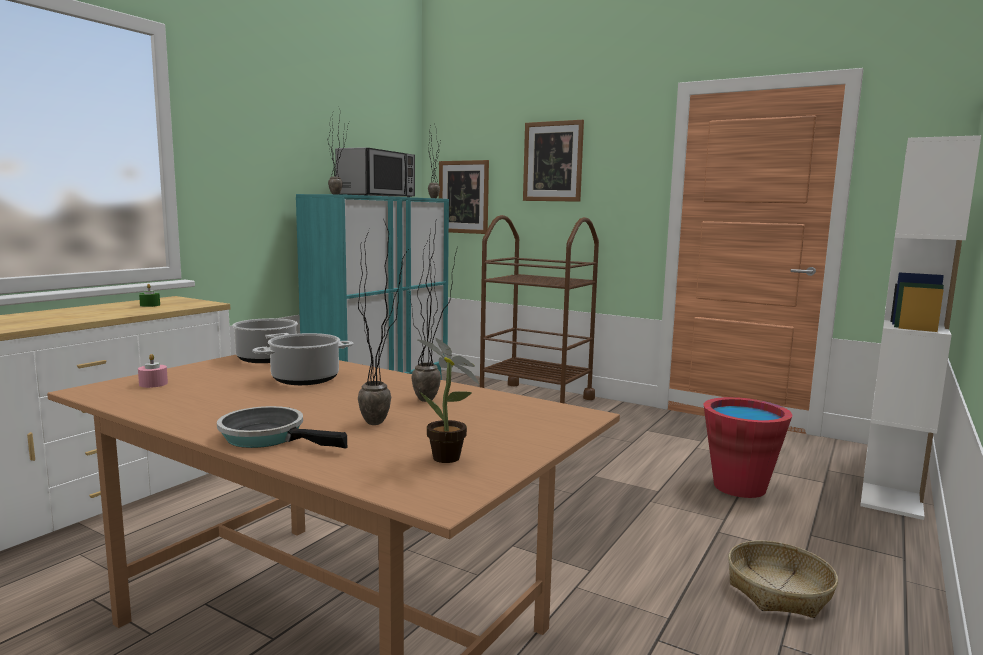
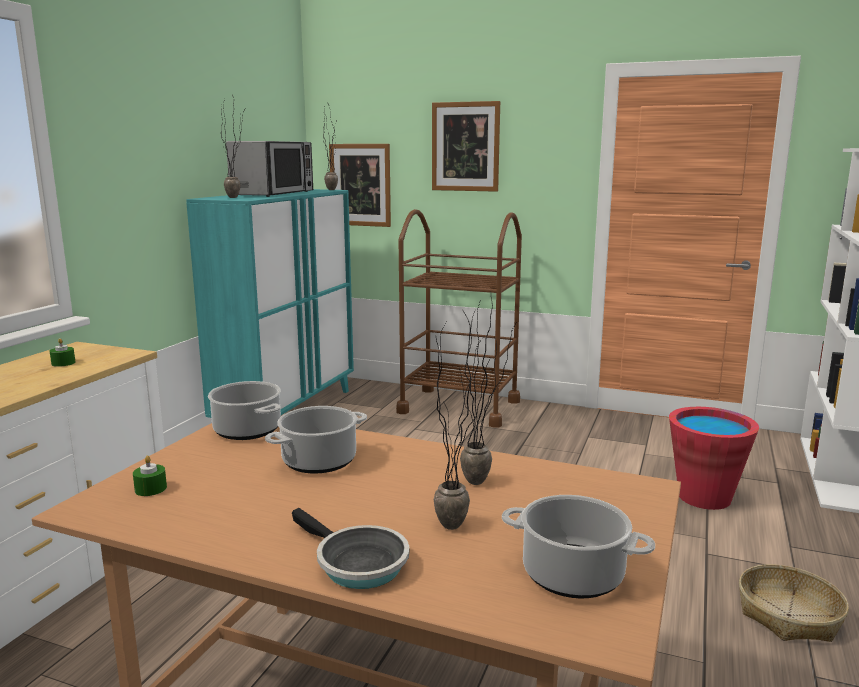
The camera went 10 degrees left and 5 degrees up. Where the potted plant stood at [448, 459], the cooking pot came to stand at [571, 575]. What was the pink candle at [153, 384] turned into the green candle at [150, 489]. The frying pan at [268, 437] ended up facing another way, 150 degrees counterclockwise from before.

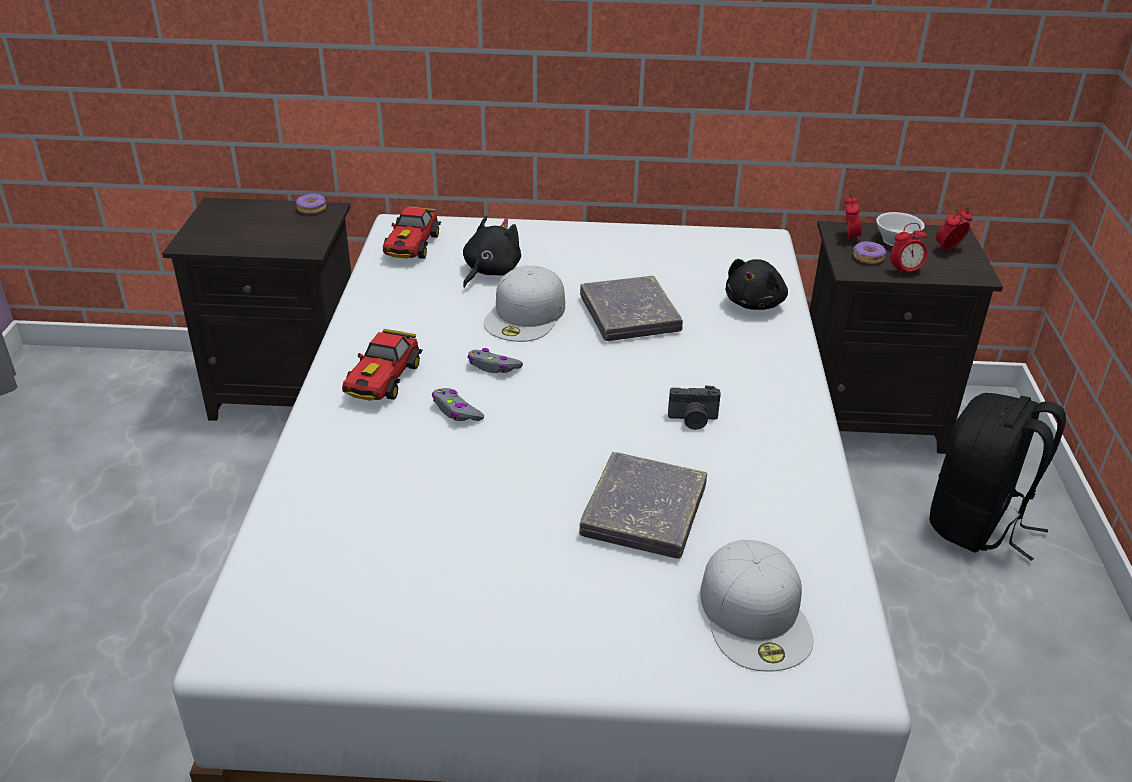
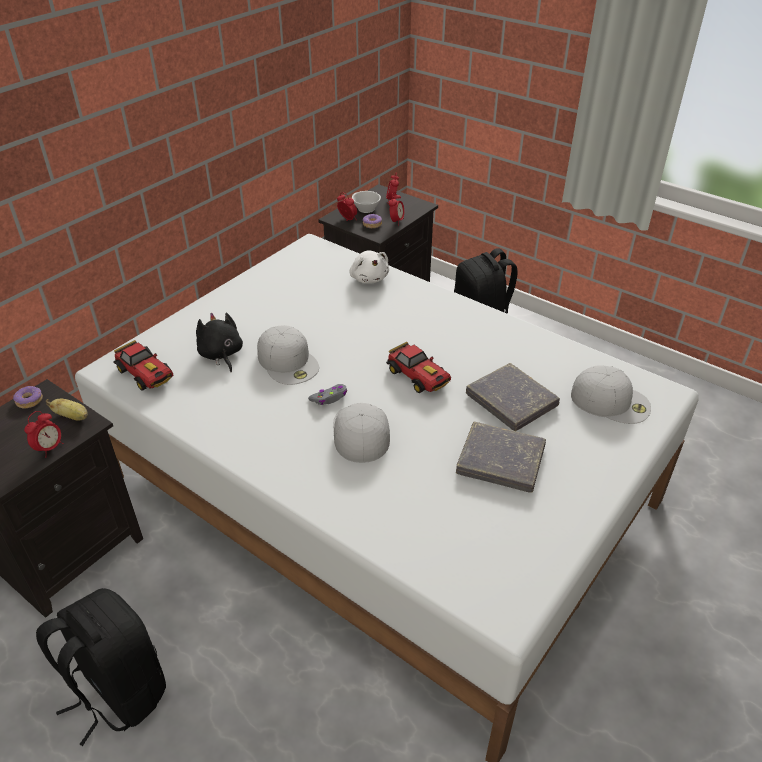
The camera went 55 degrees left and 5 degrees up. What was the black plush toy at [755, 303] turned into the white plush toy at [369, 278]. The grey book ended up elsewhere, having gone from [629, 315] to [500, 461]. The toy car ended up elsewhere, having gone from [383, 381] to [418, 377]. The second view lost the photo camera at [693, 420]. Where the grey game controller stood at [456, 411], the white cap came to stand at [360, 432]. The second view gained the banana at [73, 417]. The second view gained the alarm clock at [50, 448]. The second view gained the black backpack at [118, 691].

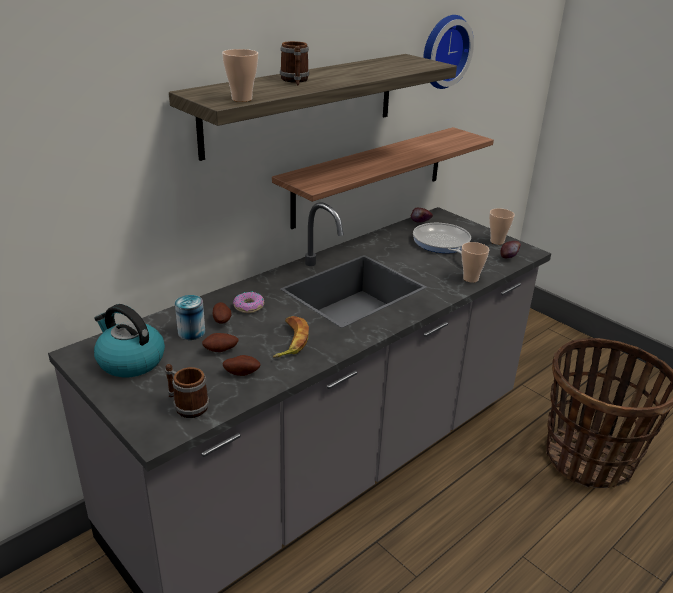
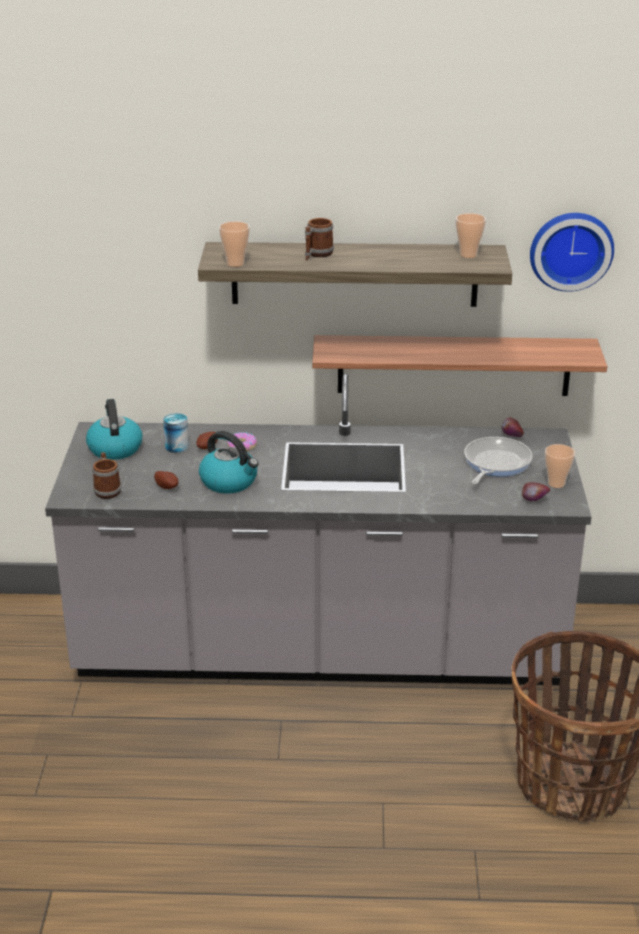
The camera went 45 degrees right and 0 degrees up. The cup ended up elsewhere, having gone from [470, 278] to [468, 254]. Where the banana stood at [290, 341], the kettle came to stand at [230, 482]. The second view lost the potato at [221, 351].

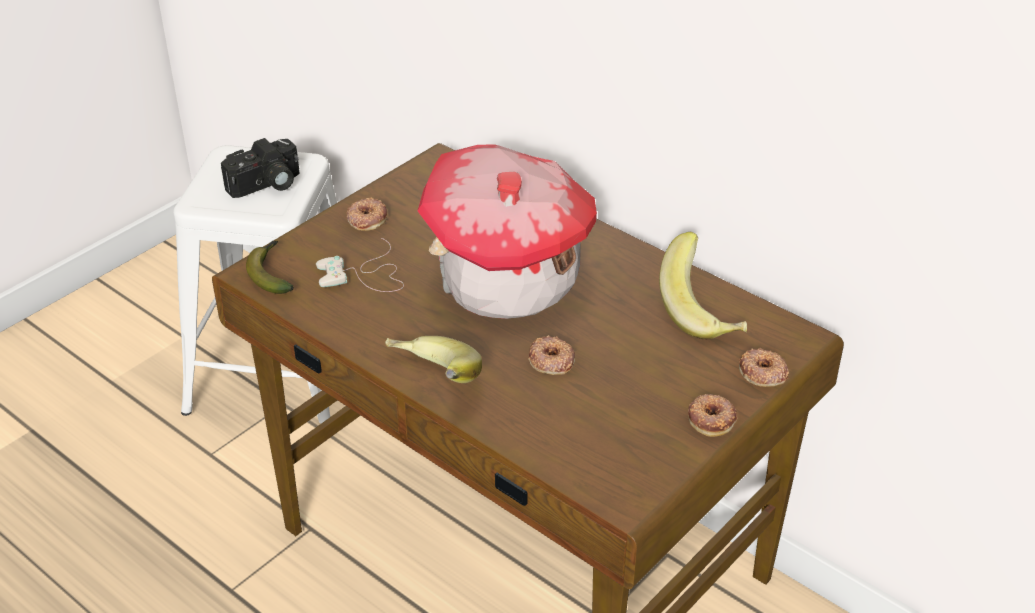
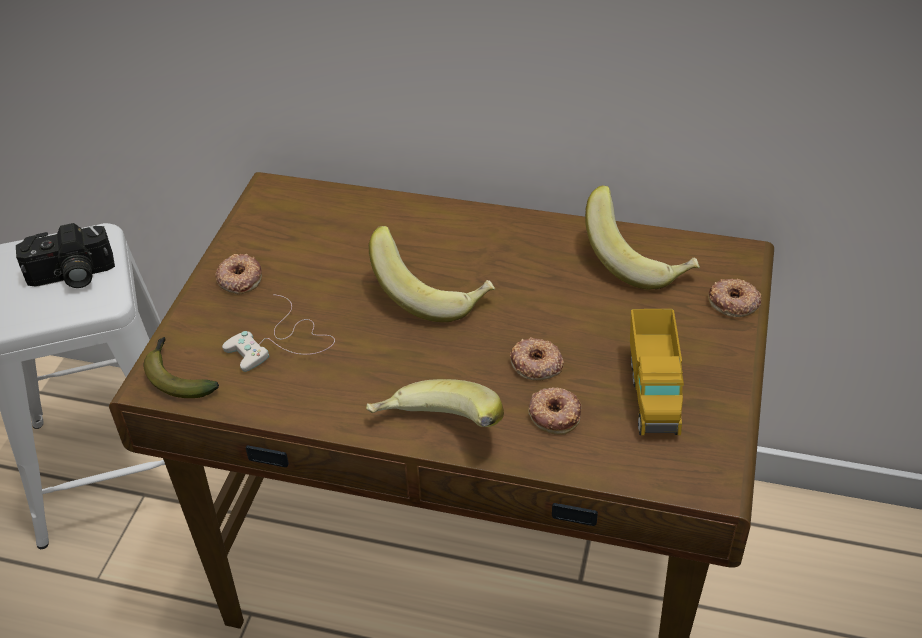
The camera went 25 degrees left and 5 degrees up. The photo camera at [266, 186] ended up facing another way, 45 degrees clockwise from before. Where the toy house stood at [508, 280], the banana came to stand at [432, 294]. The donut ended up elsewhere, having gone from [711, 419] to [555, 414]. The second view gained the toy truck at [653, 392].

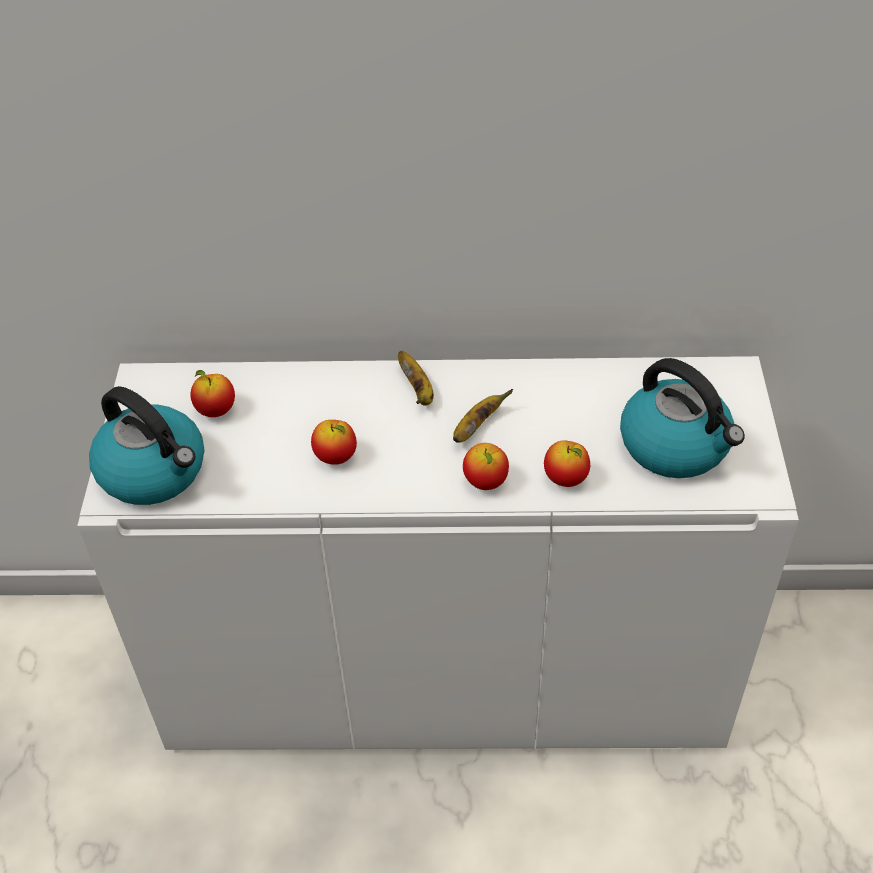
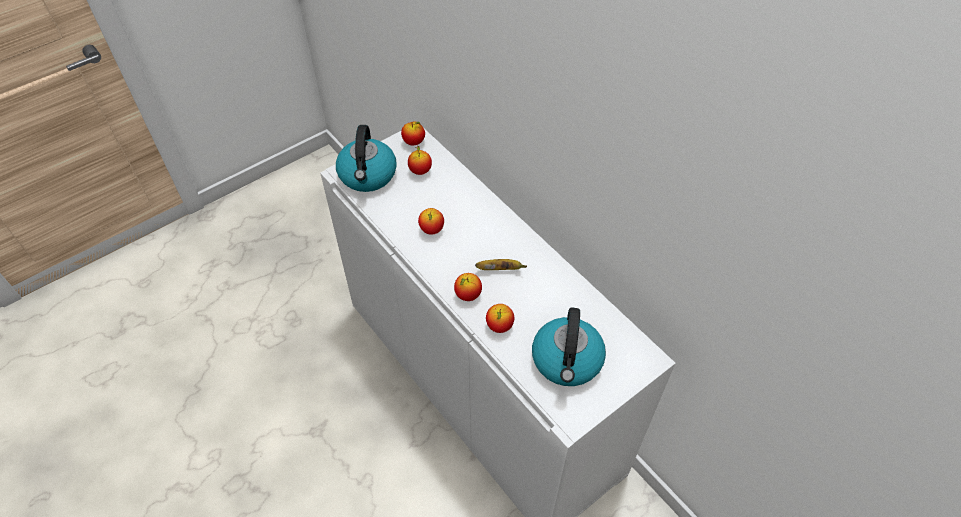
The camera went 50 degrees right and 5 degrees up. The second view lost the banana at [418, 390]. The second view gained the apple at [414, 142].

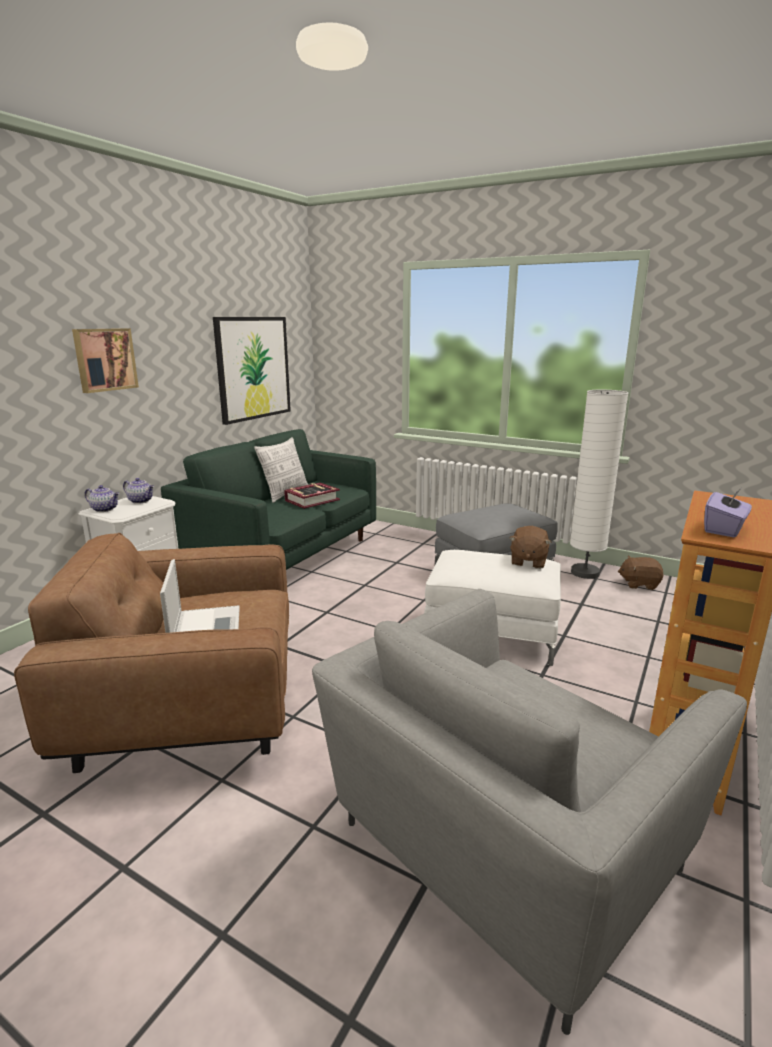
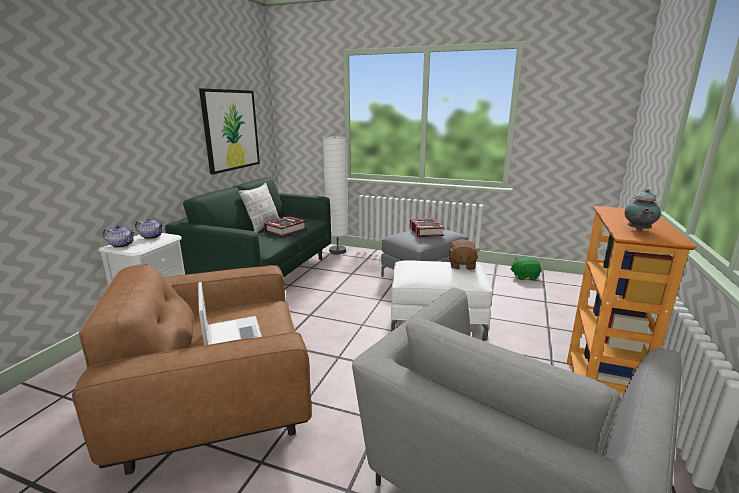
The camera went 10 degrees left and 0 degrees up. The second view lost the picture at [104, 359]. The white floor lamp ended up elsewhere, having gone from [585, 573] to [337, 251]. Where the purple tissue box stood at [724, 529], the teapot came to stand at [637, 231]. What was the brown plush toy at [639, 584] turned into the green plush toy at [524, 276]. The second view gained the book at [425, 231].

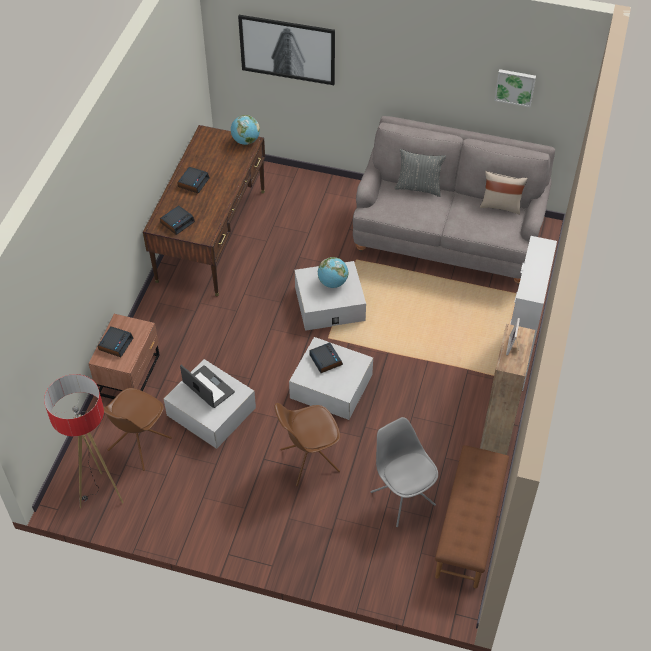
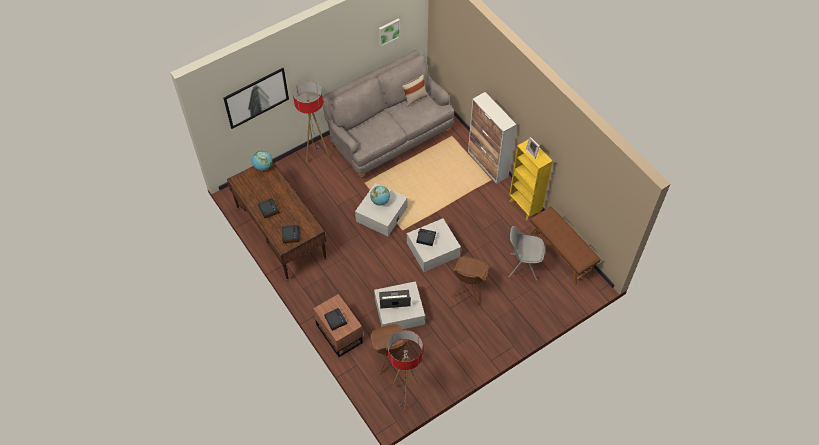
The camera went 50 degrees left and 5 degrees up. The second view lost the grey pillow at [418, 187]. What was the brown bookcase at [495, 439] turned into the yellow bookcase at [524, 207]. The second view gained the floor lamp at [316, 155].

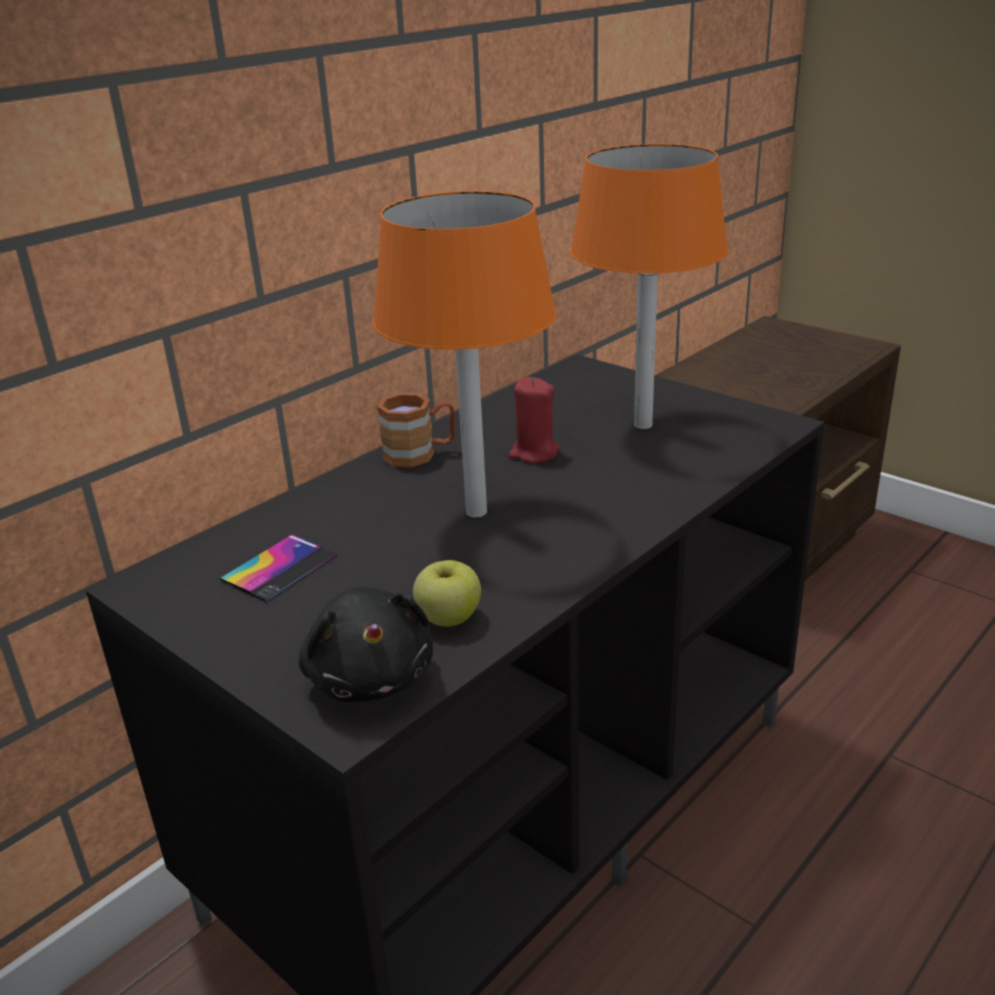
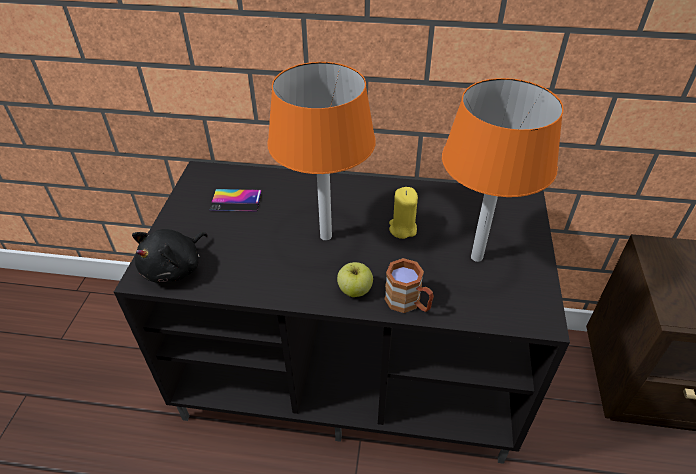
The camera went 55 degrees right and 15 degrees up. What was the red candle at [534, 453] turned into the yellow candle at [402, 228]. The brown mug ended up elsewhere, having gone from [420, 454] to [408, 303]. The apple ended up elsewhere, having gone from [448, 618] to [355, 290].

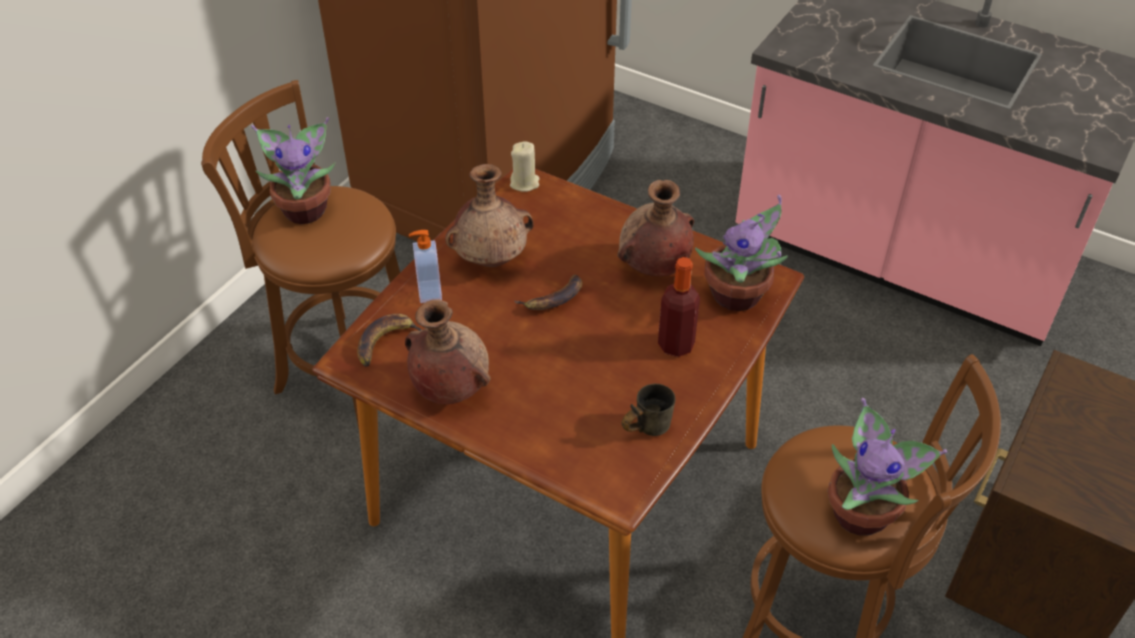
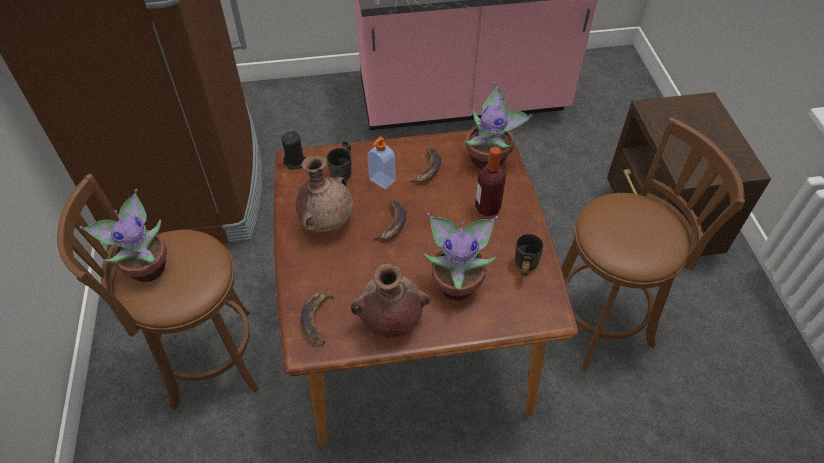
The camera went 40 degrees left and 5 degrees up. What was the beige candle at [524, 183] turned into the black candle at [295, 162]. Where the brown vase stood at [653, 267], the banana came to stand at [427, 169]. The soap dispenser ended up elsewhere, having gone from [428, 291] to [381, 181]. The potted plant ended up elsewhere, having gone from [863, 513] to [457, 283]. The second view gained the grey mug at [345, 172].

